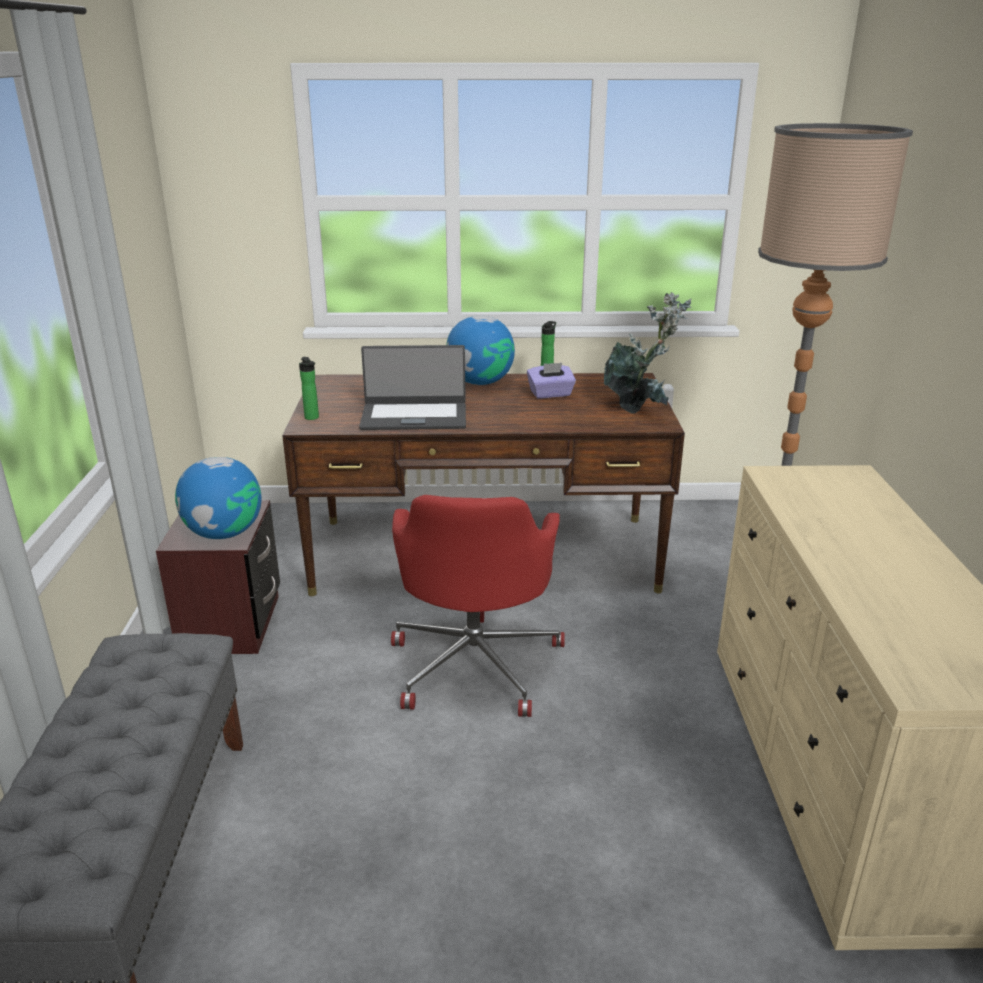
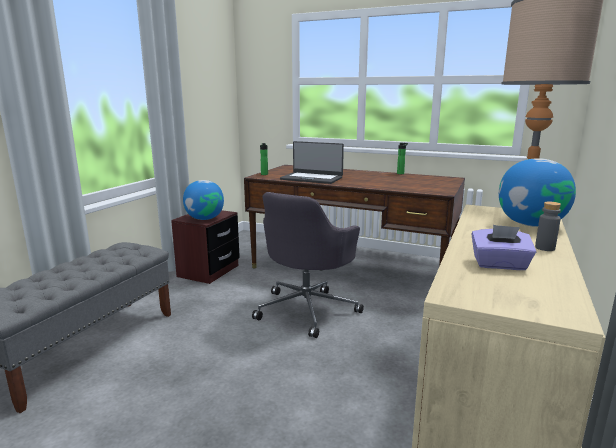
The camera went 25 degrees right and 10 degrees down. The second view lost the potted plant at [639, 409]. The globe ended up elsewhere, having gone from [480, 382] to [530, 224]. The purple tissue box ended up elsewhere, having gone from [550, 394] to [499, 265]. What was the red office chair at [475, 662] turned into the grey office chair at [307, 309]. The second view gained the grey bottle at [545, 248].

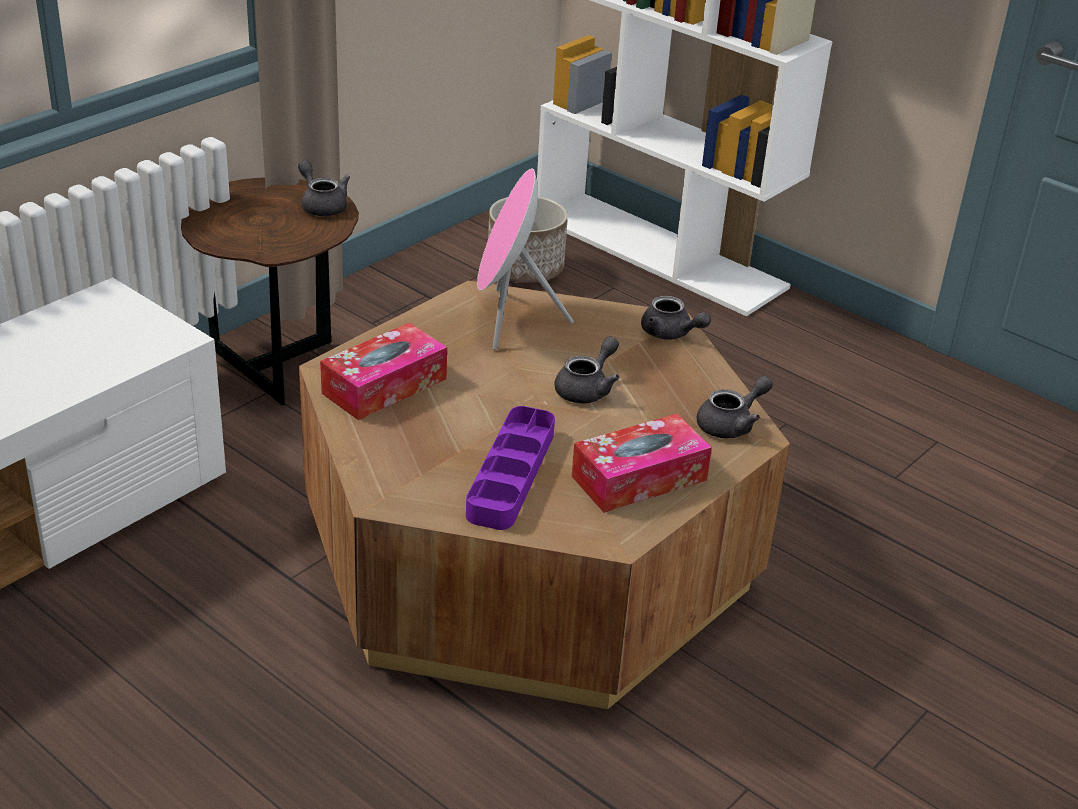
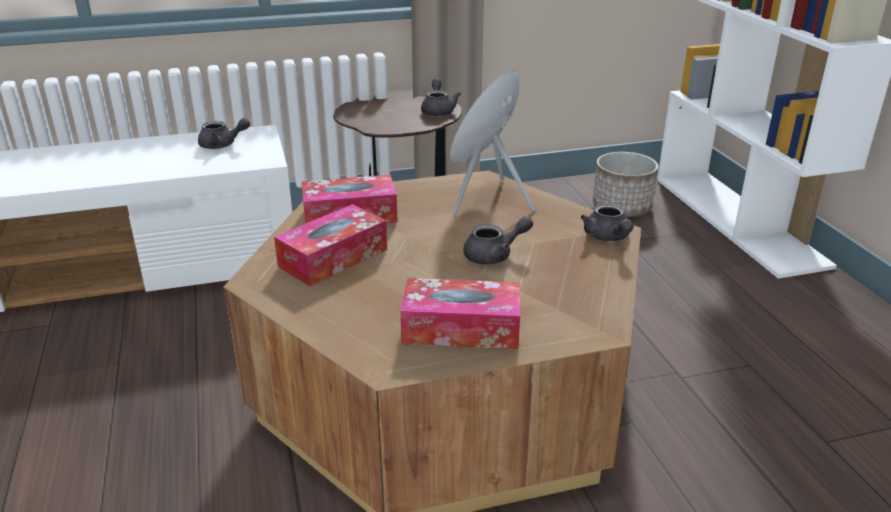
The camera went 35 degrees right and 5 degrees down. The grey teapot ended up elsewhere, having gone from [731, 424] to [222, 145]. The second view lost the purple tray at [511, 474]. The second view gained the tissue box at [333, 258].

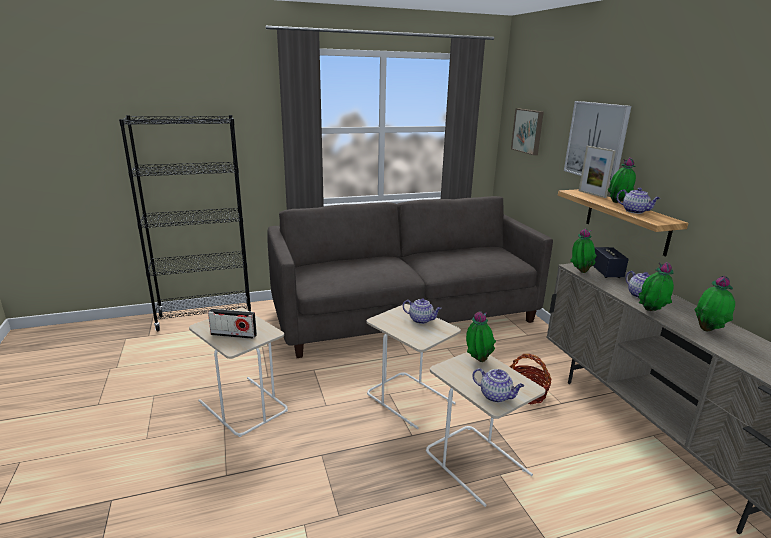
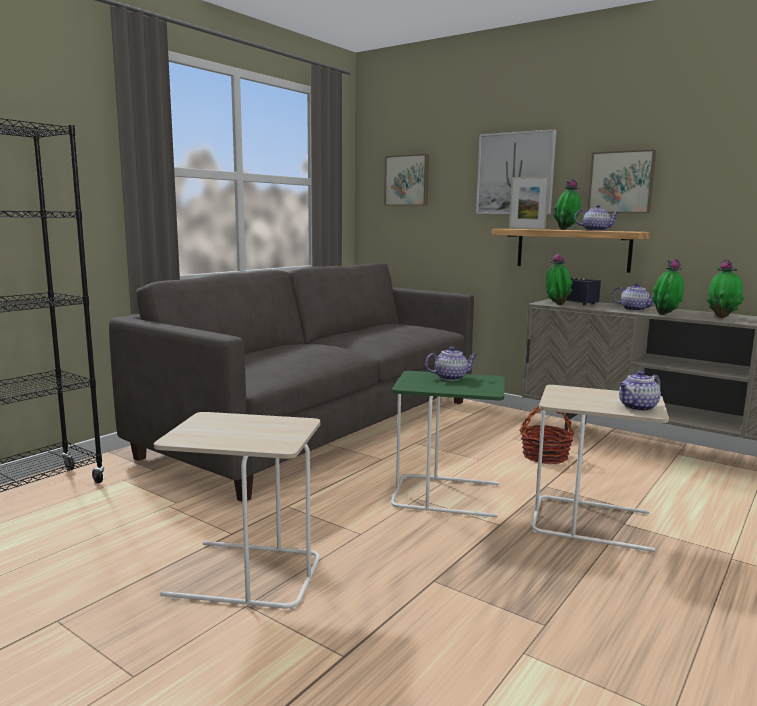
The camera went 35 degrees left and 10 degrees down. What was the beige side table at [410, 399] turned into the green side table at [447, 495]. The second view lost the radio at [233, 335]. The second view lost the potted plant at [477, 360]. The teapot at [496, 396] ended up facing another way, 150 degrees clockwise from before. The second view gained the picture at [621, 182].

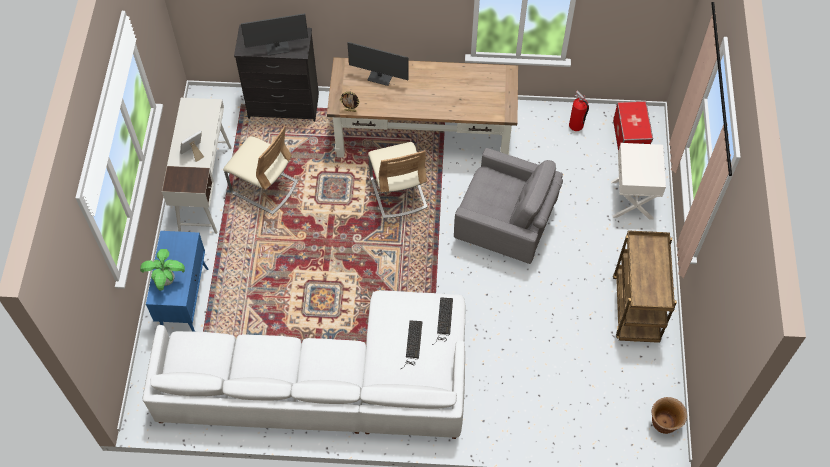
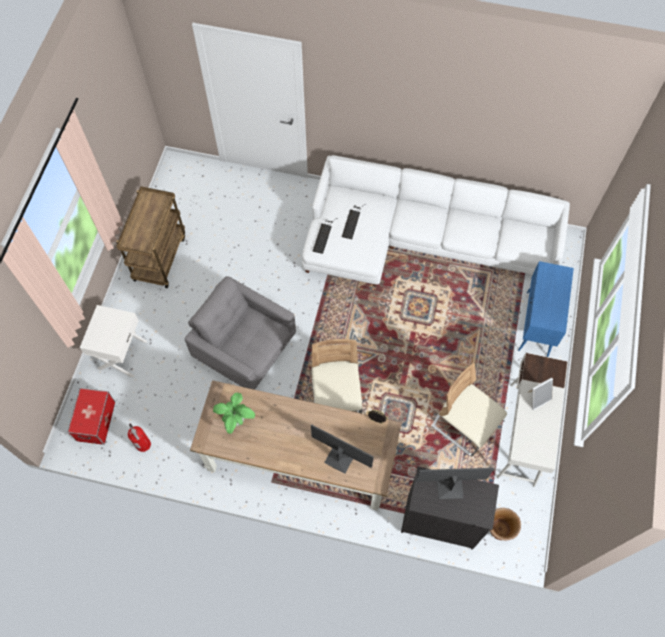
The camera went 170 degrees left and 5 degrees up. The potted plant ended up elsewhere, having gone from [167, 281] to [236, 420]. The brown planter ended up elsewhere, having gone from [664, 423] to [499, 529].

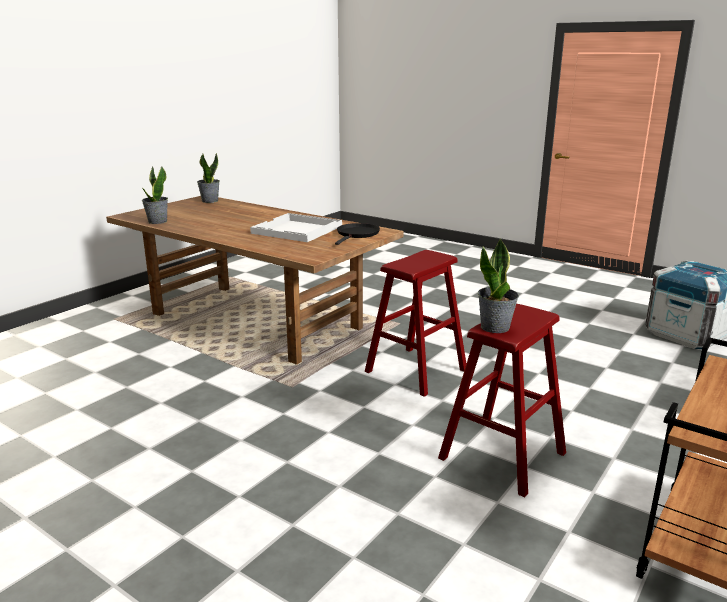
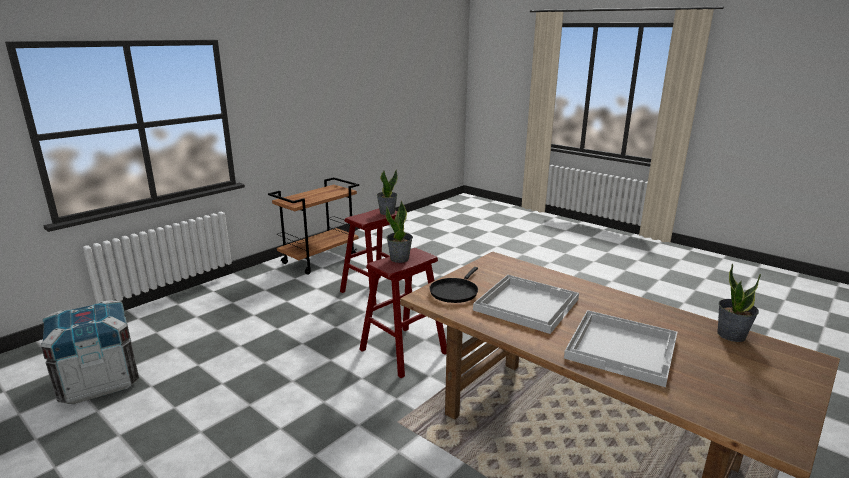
The camera went 175 degrees left and 0 degrees up. The potted plant ended up elsewhere, having gone from [209, 201] to [400, 259]. The second view gained the white tray at [622, 348].

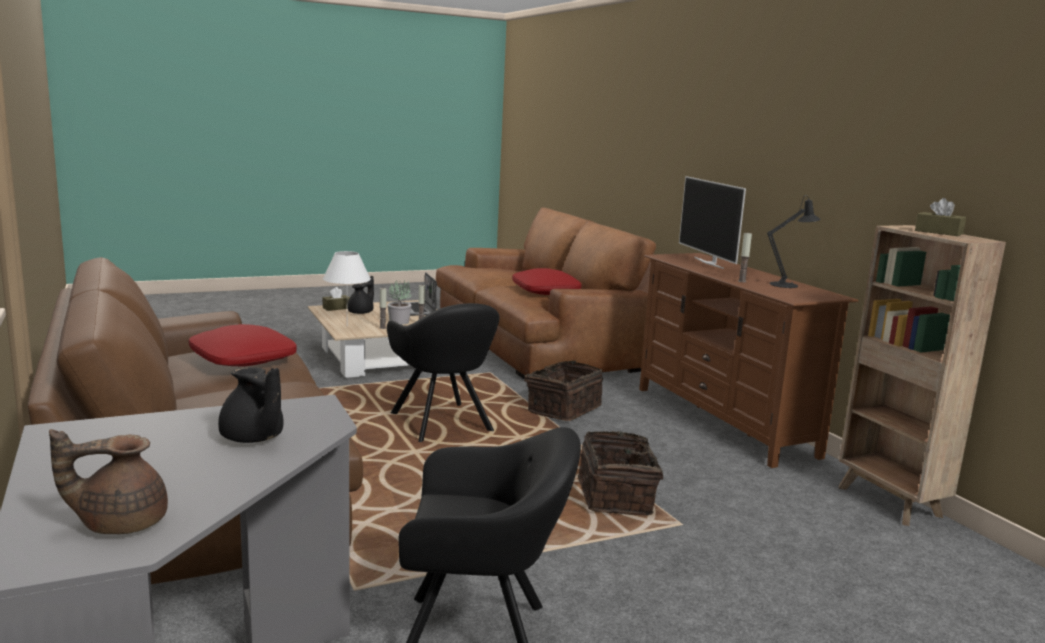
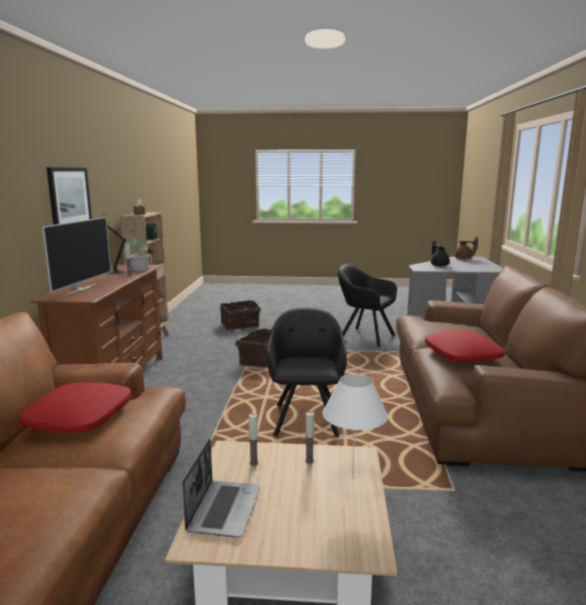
The camera went 150 degrees left and 0 degrees up. The second view lost the black teapot at [361, 312]. The potted plant ended up elsewhere, having gone from [399, 322] to [140, 269]. The second view lost the brown tissue box at [337, 308]. The basket ended up elsewhere, having gone from [562, 409] to [240, 325]. The second view gained the picture at [69, 197].

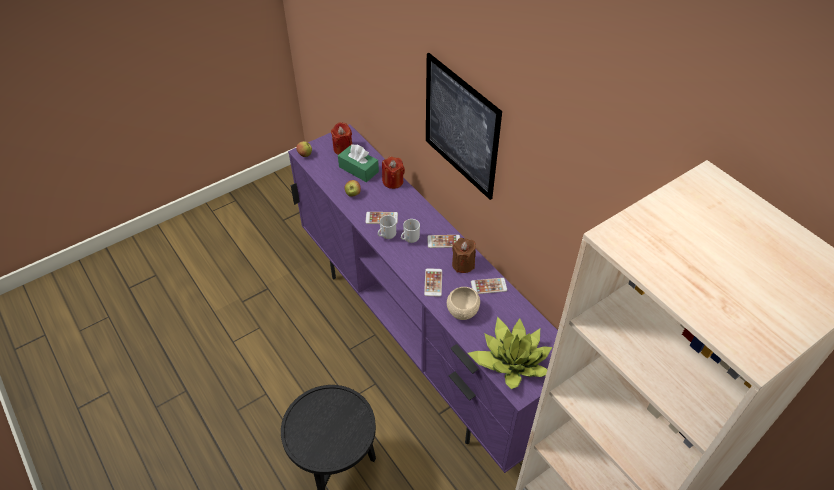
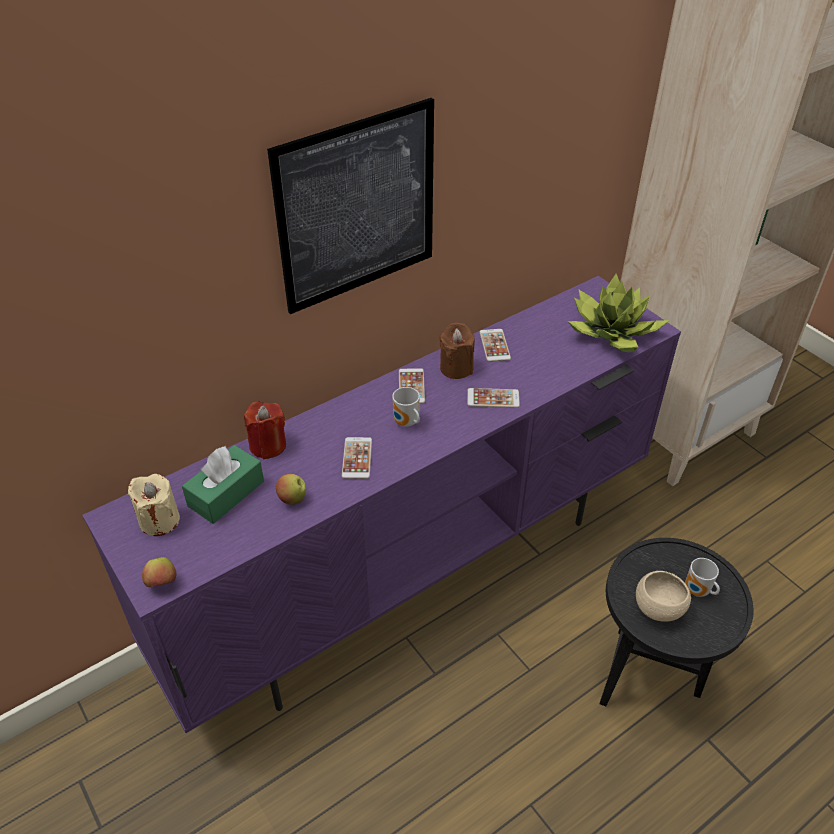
The camera went 90 degrees left and 5 degrees down. What was the red candle at [343, 148] turned into the beige candle at [159, 520]. The mug ended up elsewhere, having gone from [387, 235] to [697, 592]. The beige bowl ended up elsewhere, having gone from [462, 311] to [658, 609].

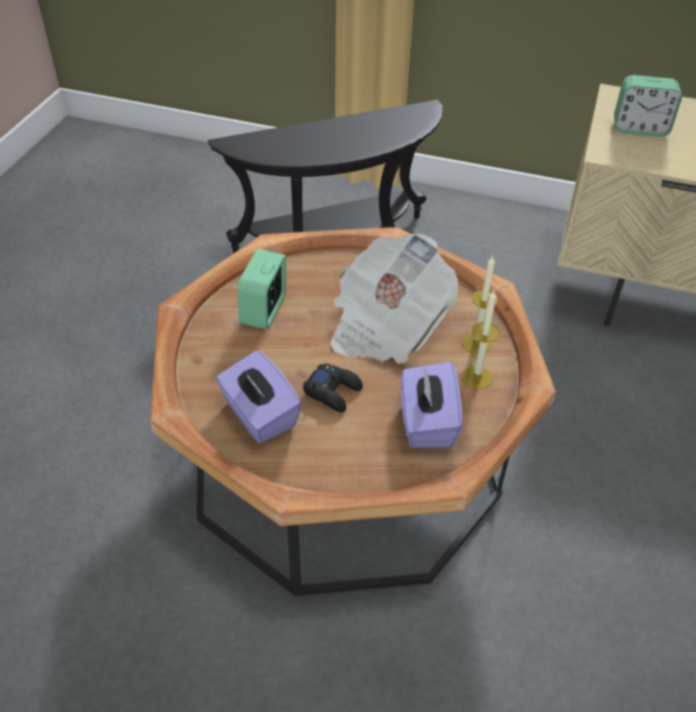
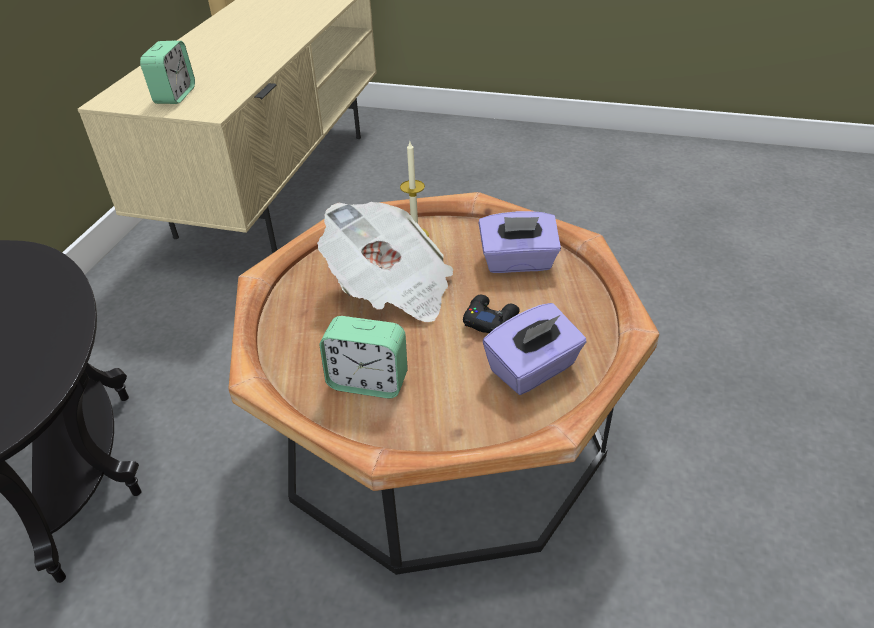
The camera went 90 degrees left and 5 degrees down. The second view lost the candle at [477, 377].

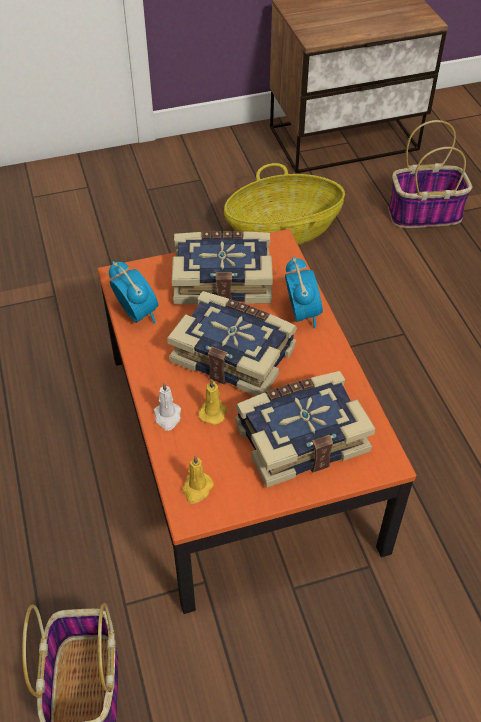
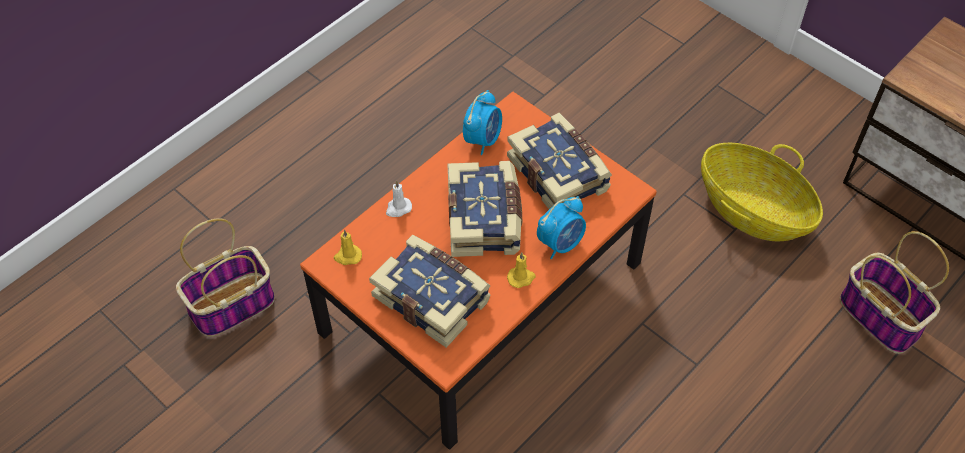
The camera went 60 degrees right and 5 degrees up. The yellow candle ended up elsewhere, having gone from [213, 412] to [521, 278].

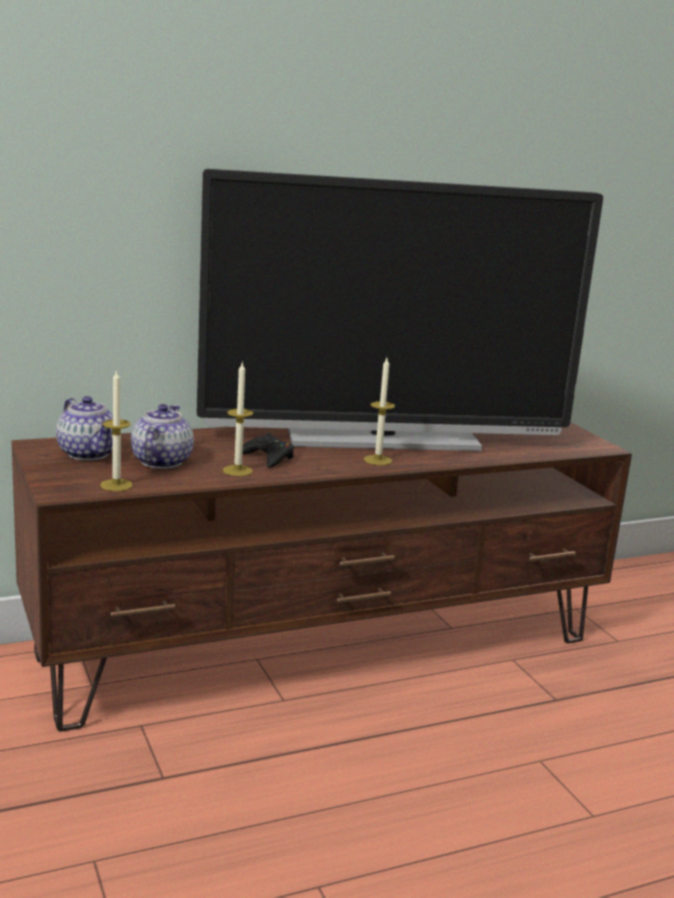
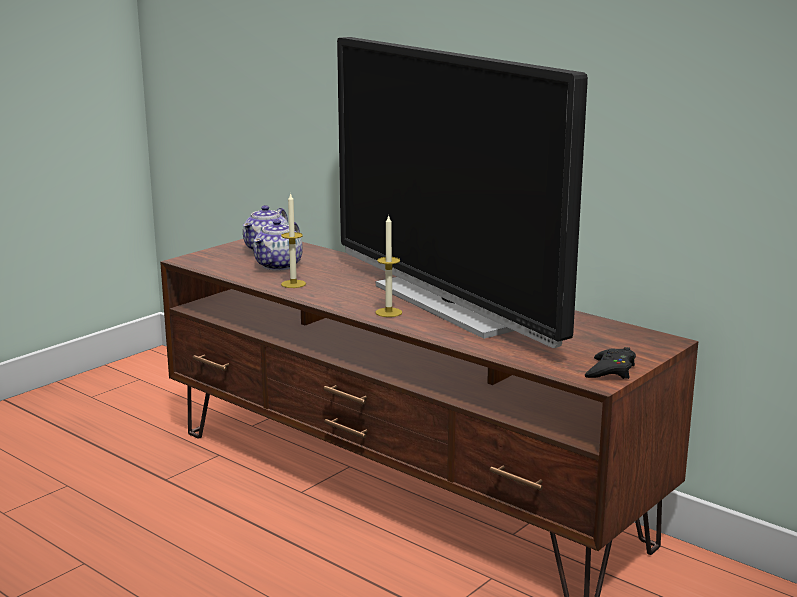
The camera went 65 degrees right and 0 degrees up. The second view lost the candle at [116, 485]. The teapot at [161, 462] ended up facing another way, 135 degrees clockwise from before. The black game controller ended up elsewhere, having gone from [267, 457] to [610, 370].

